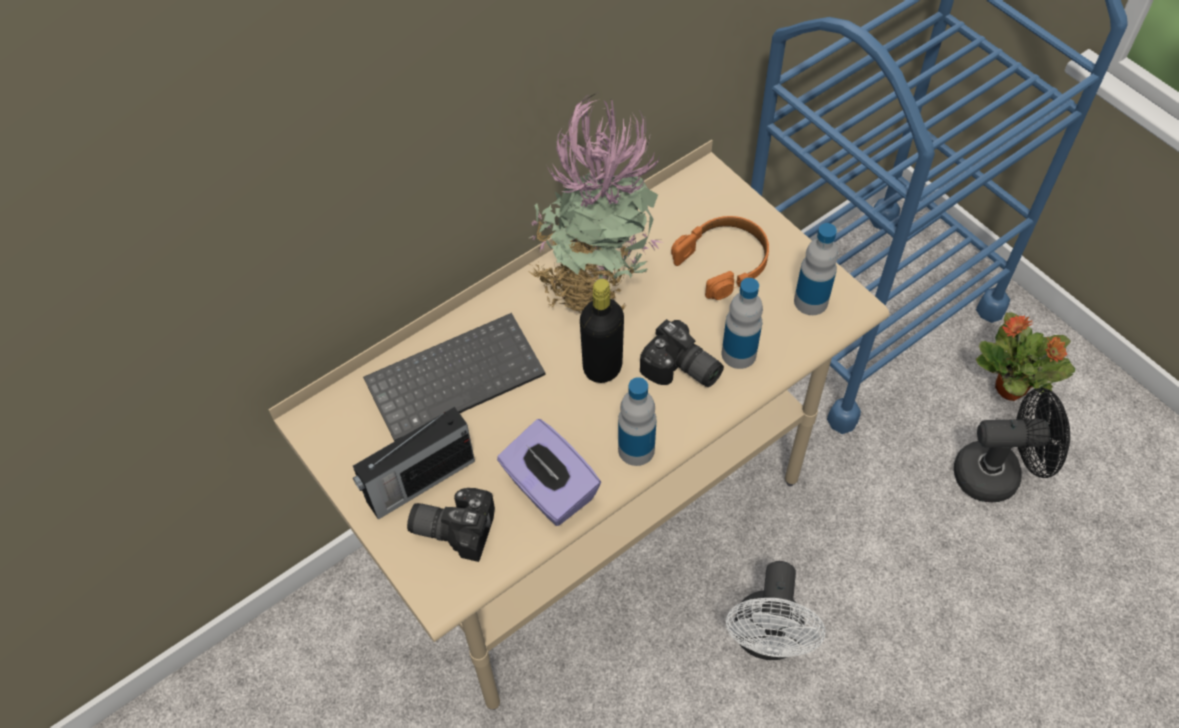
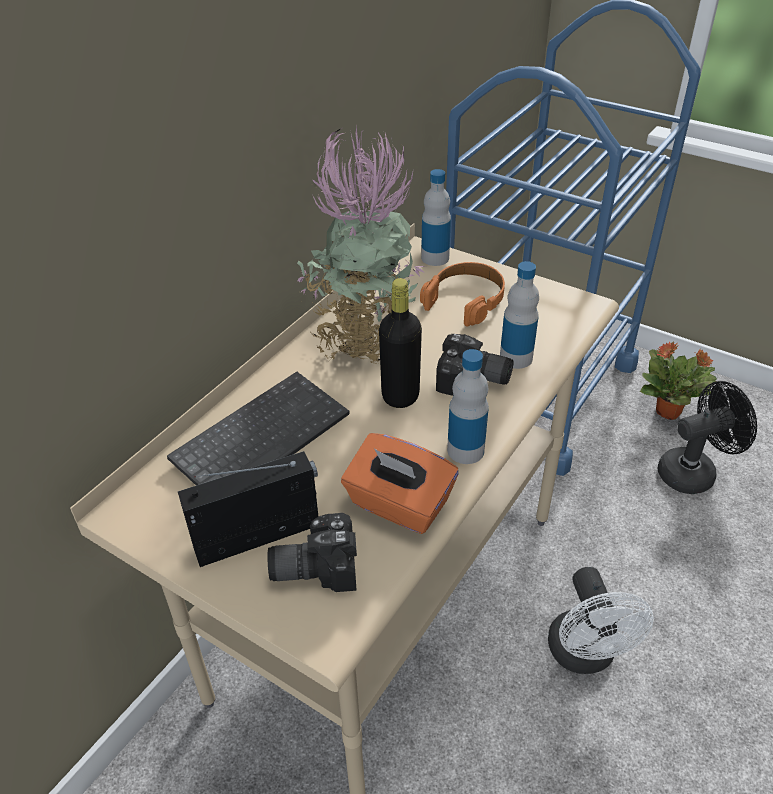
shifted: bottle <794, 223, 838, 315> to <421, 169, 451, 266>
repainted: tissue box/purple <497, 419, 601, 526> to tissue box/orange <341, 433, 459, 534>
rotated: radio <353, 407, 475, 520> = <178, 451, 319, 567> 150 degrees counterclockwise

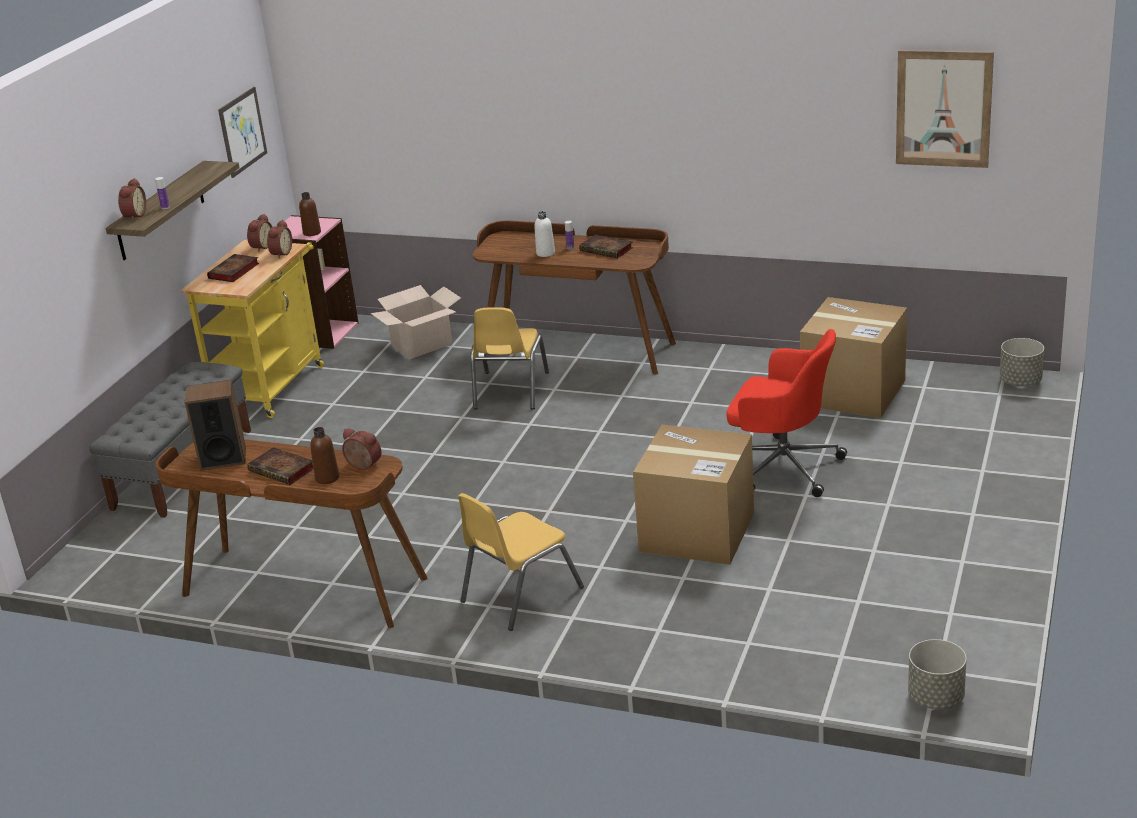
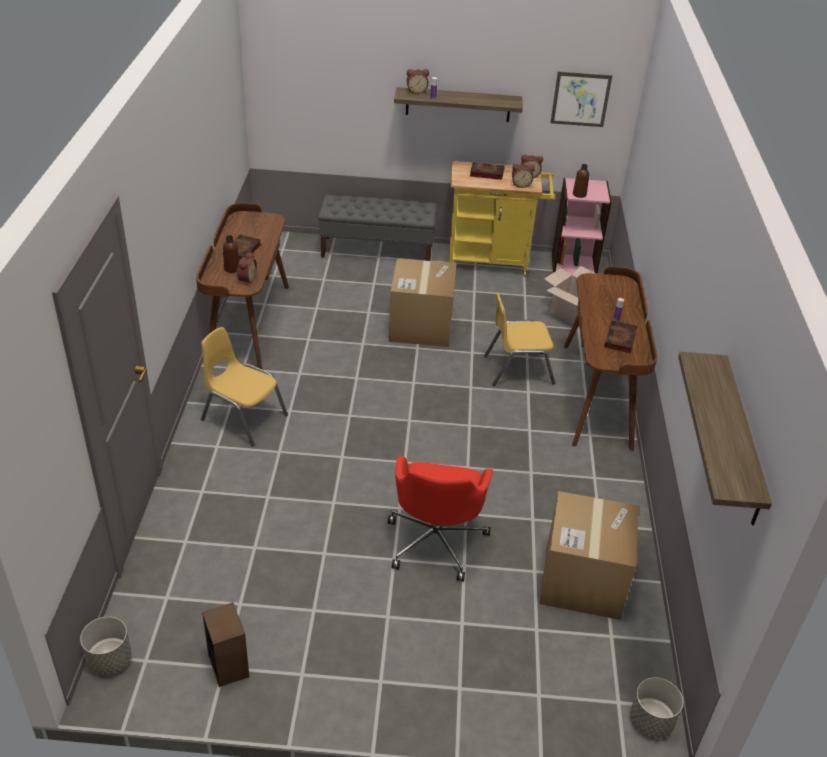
gone: bottle/white <535, 211, 555, 257>
shifted: speaker <185, 380, 246, 471> to <202, 602, 249, 687>; cardboard box <633, 425, 754, 565> to <389, 258, 457, 347>
swapped: picture <896, 50, 994, 168> to shelf <678, 352, 772, 526>

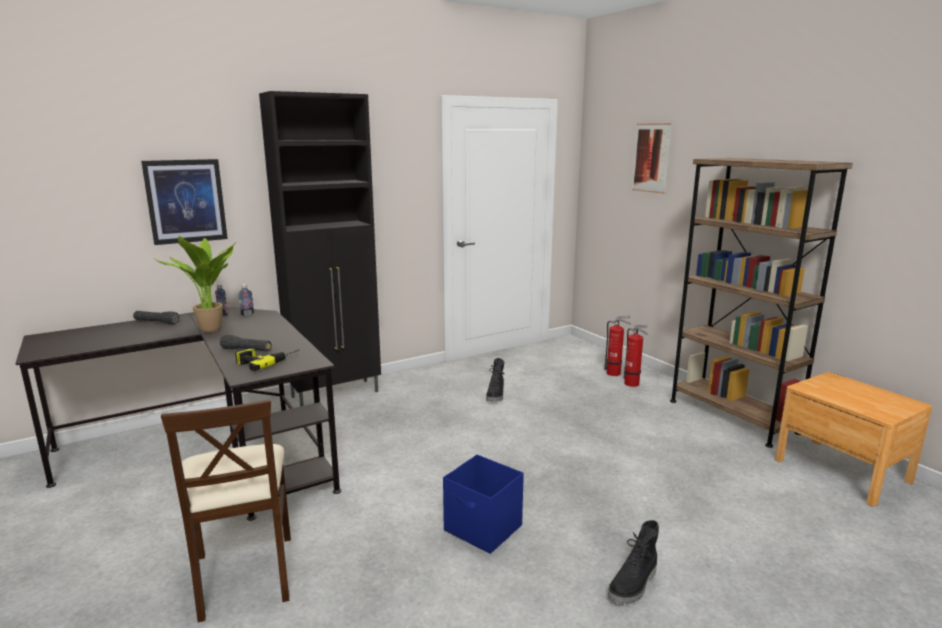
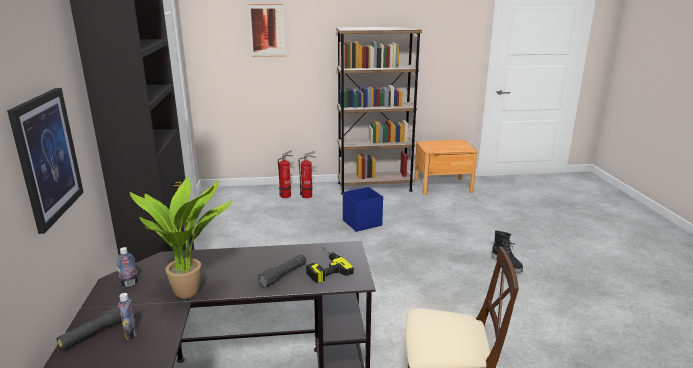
gone: boot/black <486, 358, 505, 402>
shifted: bottle <239, 284, 254, 316> to <118, 293, 137, 340>; storage box/blue <443, 454, 524, 554> to <343, 187, 383, 232>

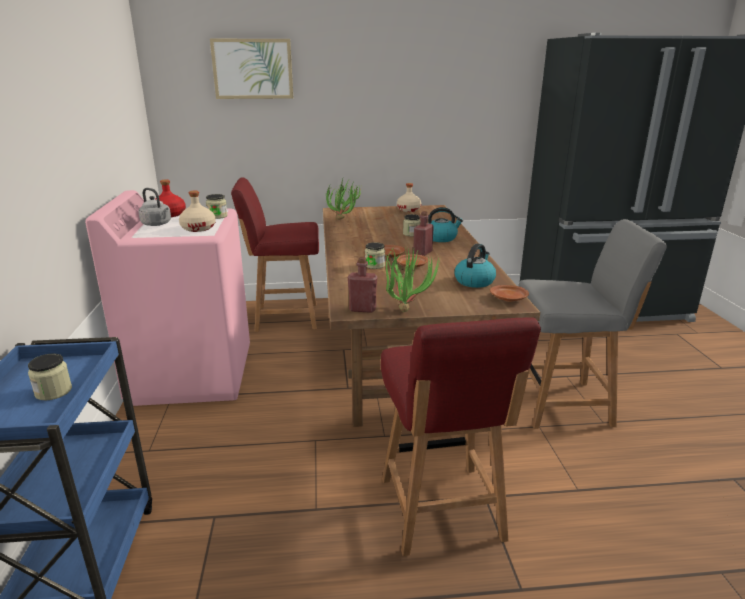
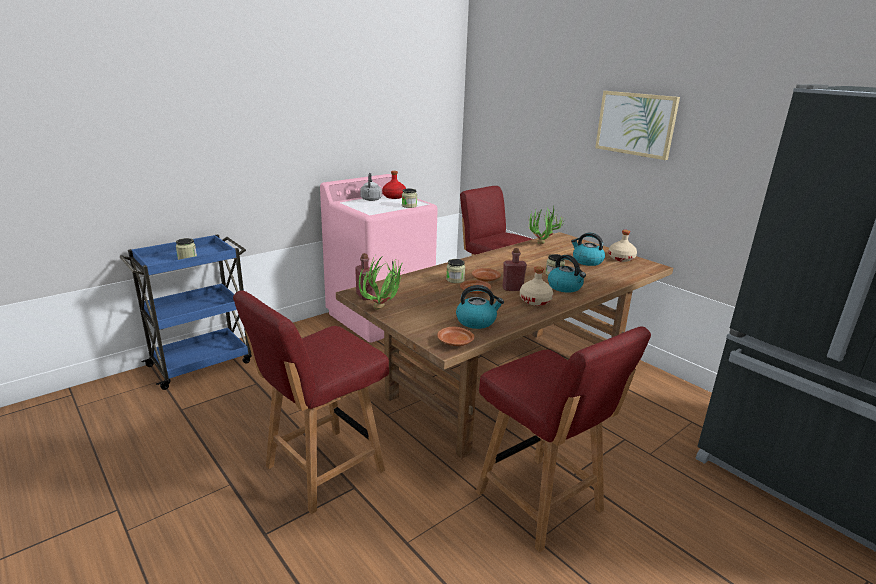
new: kettle <571, 233, 605, 266>
shifted: bottle/beige <179, 190, 216, 232> to <520, 266, 553, 306>; picture <210, 39, 293, 99> to <595, 91, 680, 160>
repainted: chair/grey <518, 219, 667, 429> to chair/red <476, 326, 651, 553>

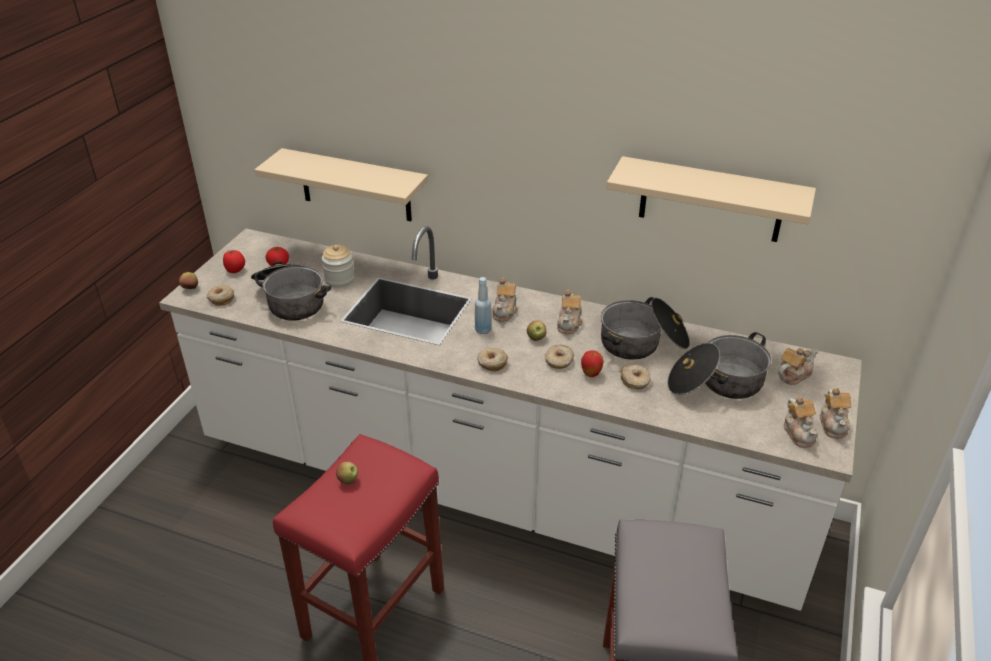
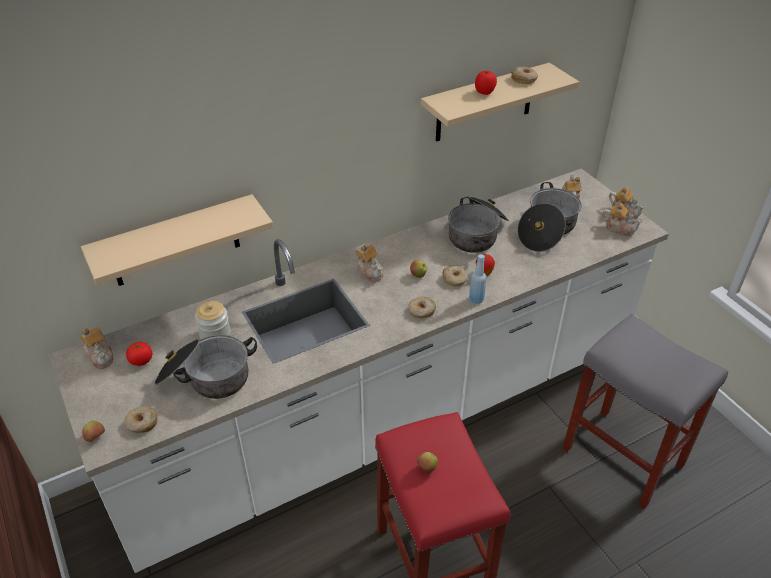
shifted: teapot <557, 290, 582, 334> to <80, 327, 114, 369>; bottle/blue <475, 277, 491, 334> to <469, 254, 486, 304>; tomato <223, 250, 245, 273> to <475, 71, 497, 95>; donut <621, 364, 651, 389> to <511, 67, 538, 84>

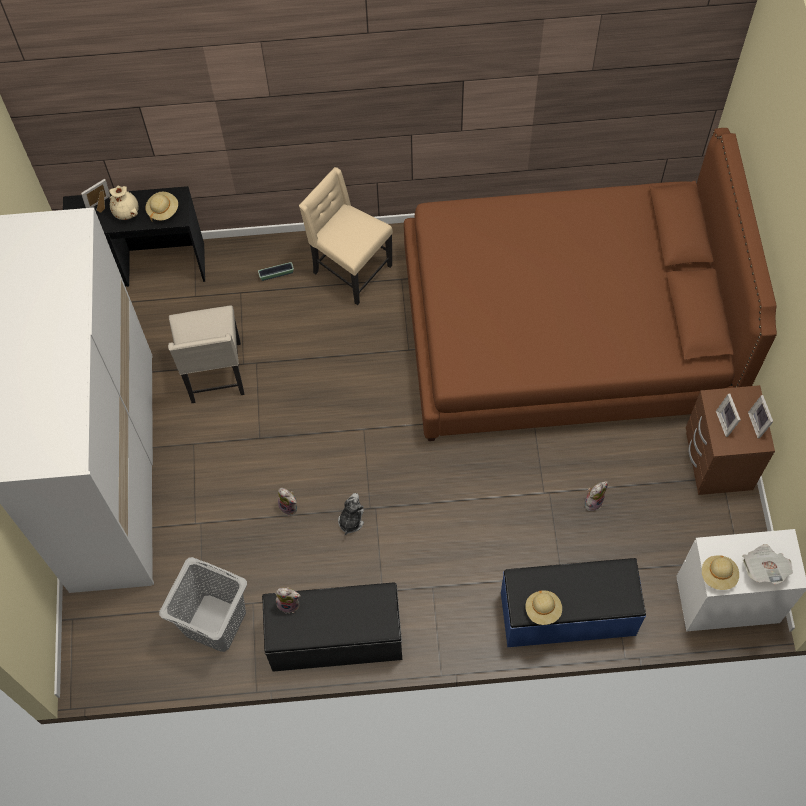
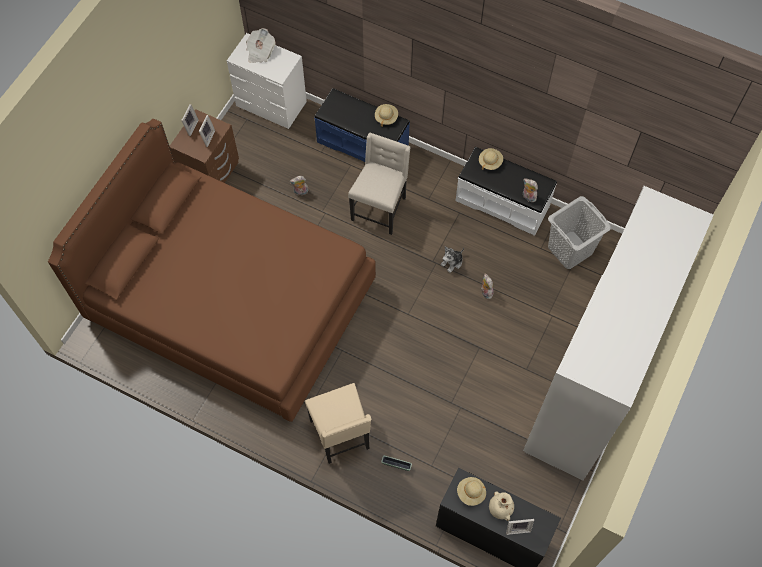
shifted: chair/beige <168, 305, 244, 403> to <348, 133, 411, 235>; hat/beige <702, 556, 739, 590> to <479, 148, 503, 170>
repainted: bench/black <262, 583, 402, 672> to bench/white <456, 147, 557, 236>

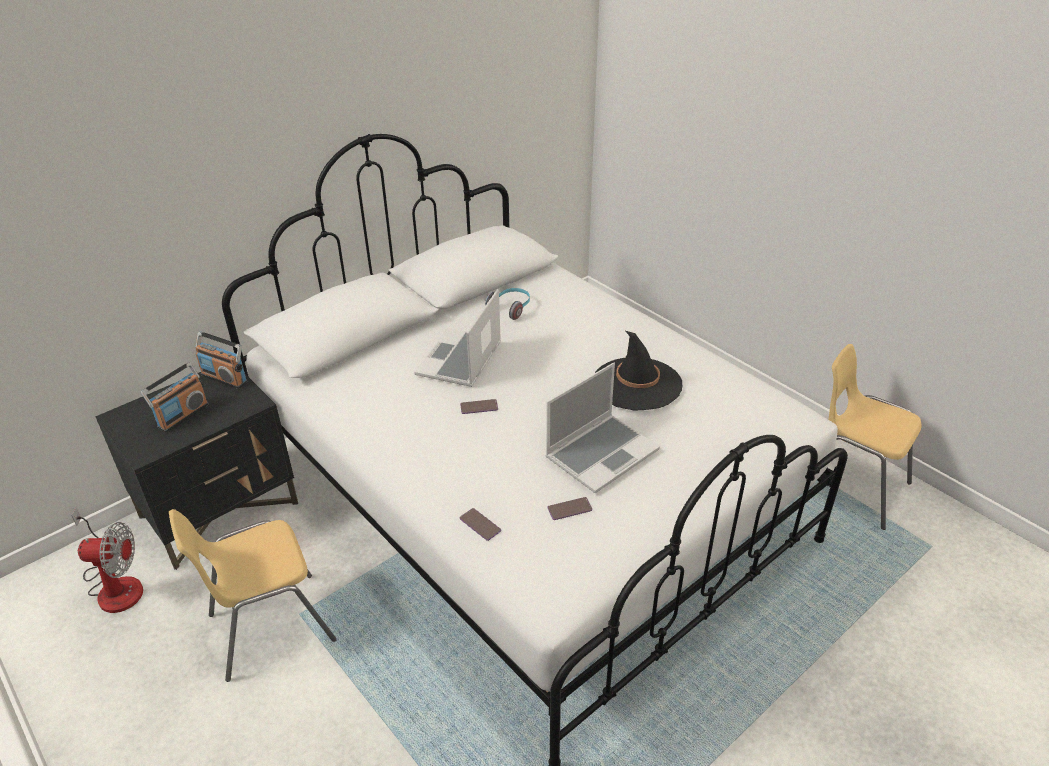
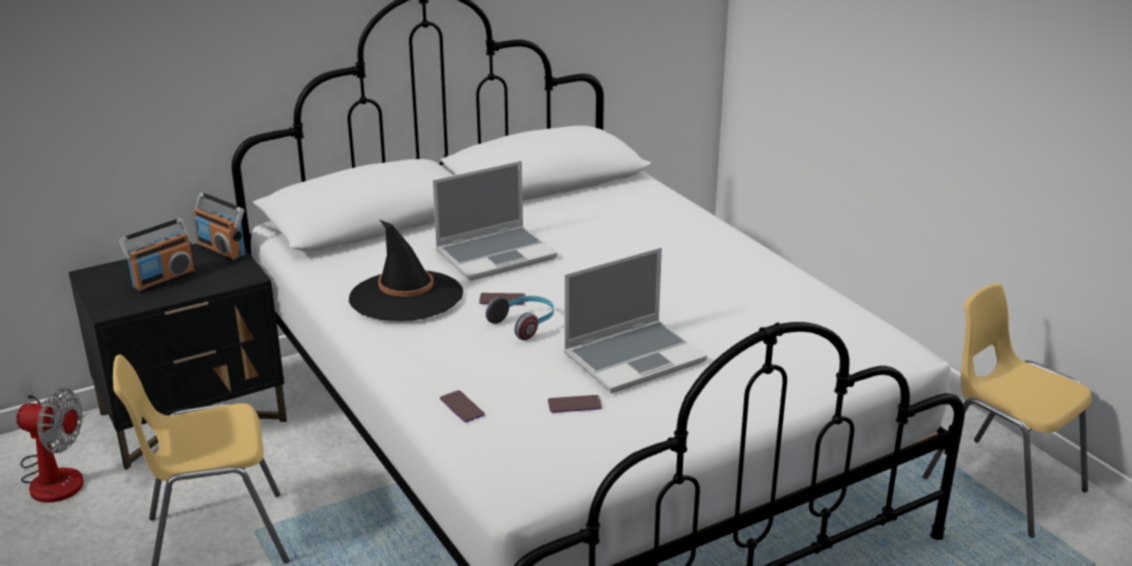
shifted: hat/black <594, 331, 682, 411> to <349, 220, 463, 321>; headphones <485, 288, 530, 320> to <486, 296, 554, 340>
rotated: laptop <414, 289, 501, 387> = <433, 161, 557, 281> 150 degrees counterclockwise

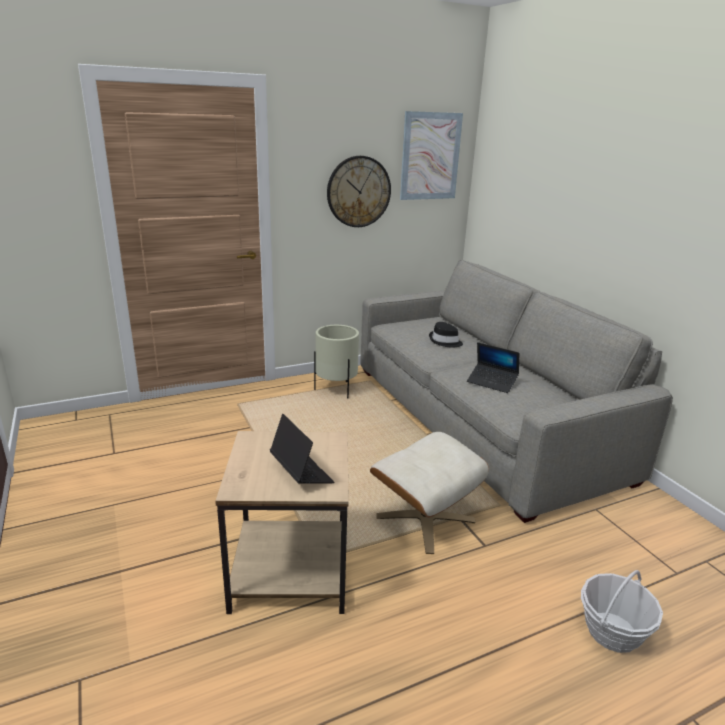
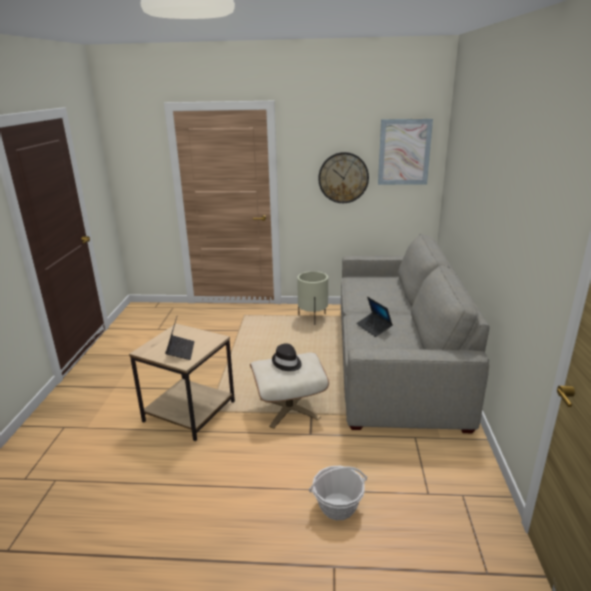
shifted: hat/black <429, 322, 463, 348> to <272, 343, 302, 371>

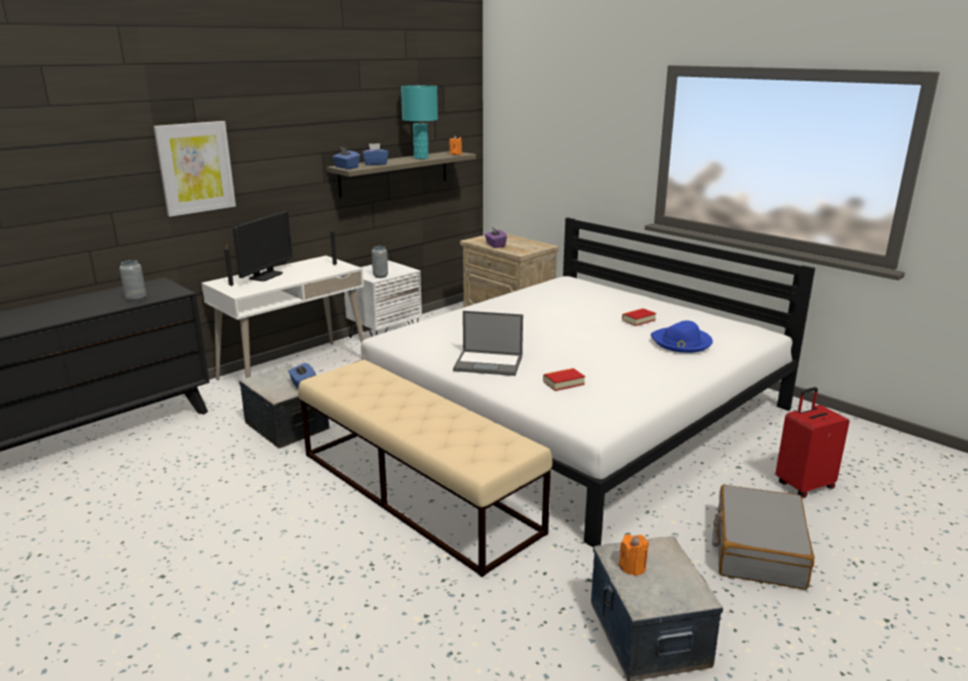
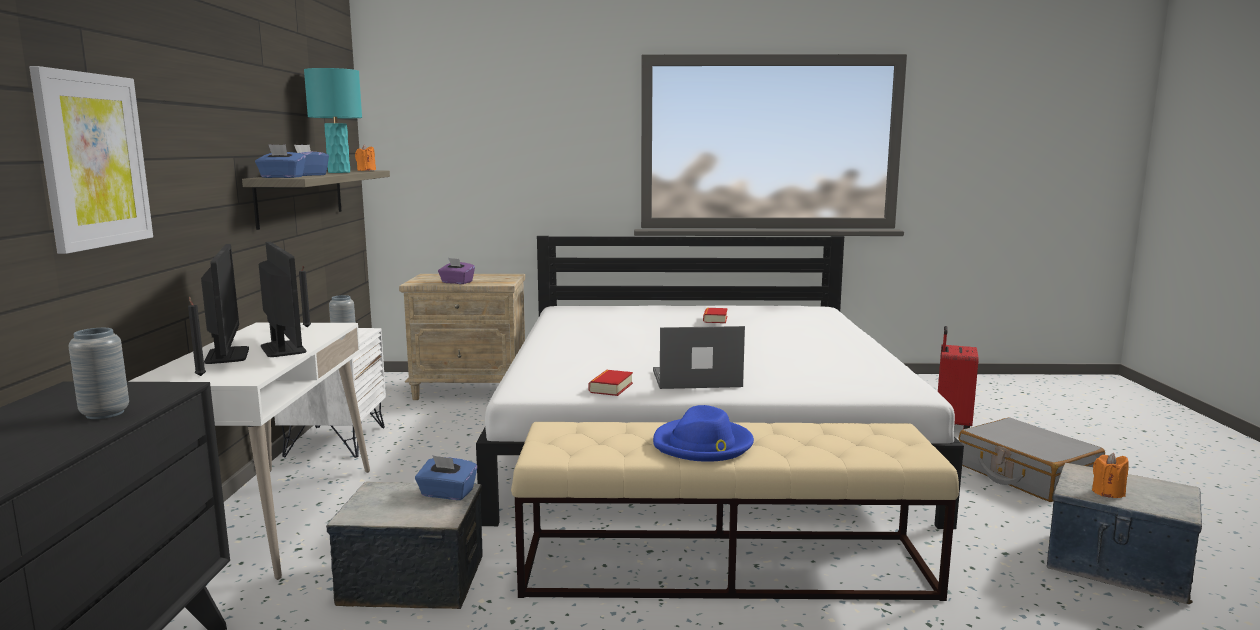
new: monitor <259, 242, 306, 357>
shifted: book <543, 368, 585, 391> to <588, 370, 633, 396>; hat/blue <651, 321, 713, 353> to <653, 405, 754, 462>
rotated: laptop <453, 311, 523, 376> = <653, 326, 745, 389> 150 degrees counterclockwise

